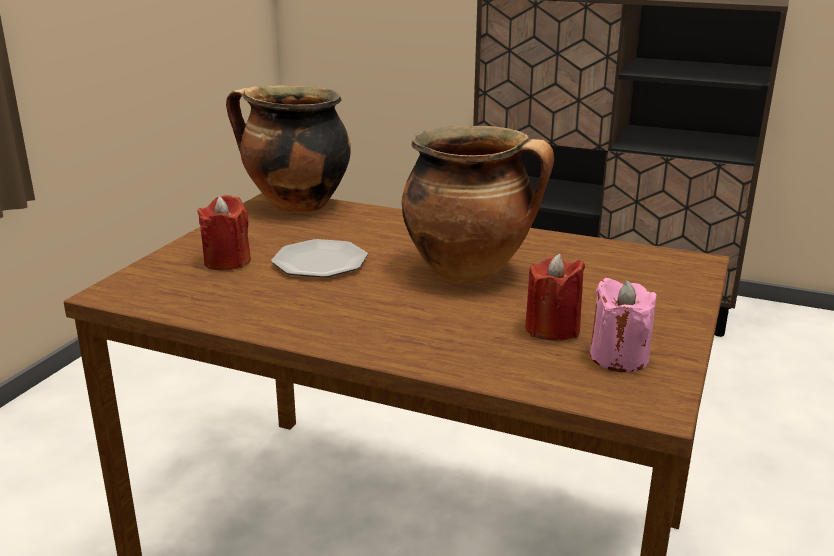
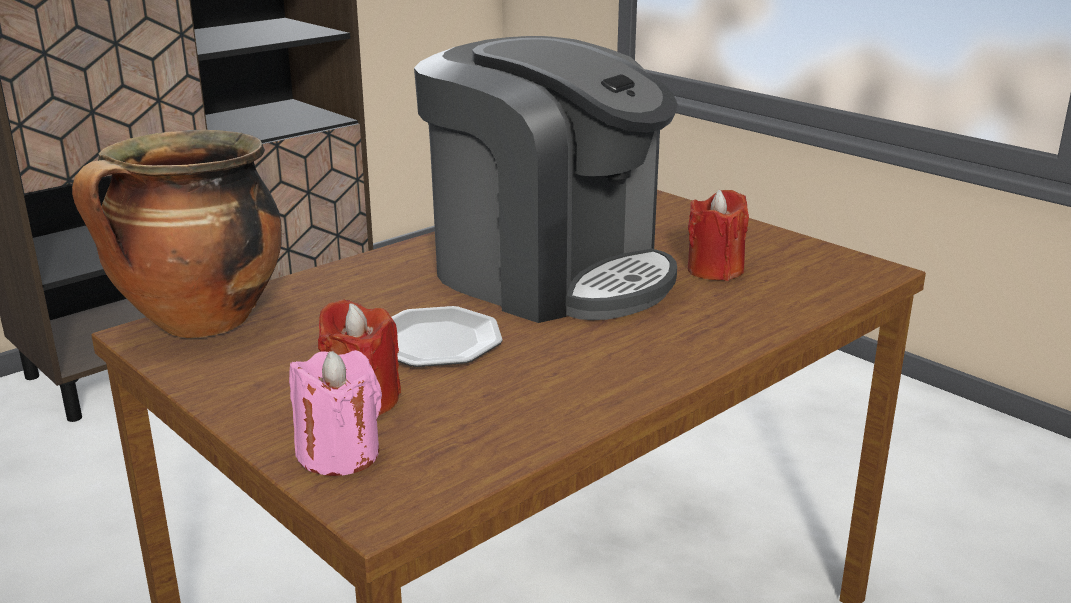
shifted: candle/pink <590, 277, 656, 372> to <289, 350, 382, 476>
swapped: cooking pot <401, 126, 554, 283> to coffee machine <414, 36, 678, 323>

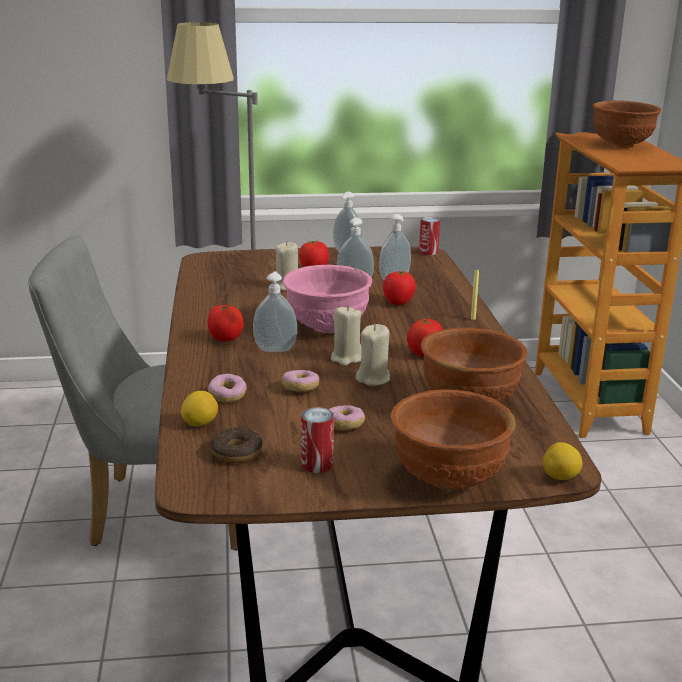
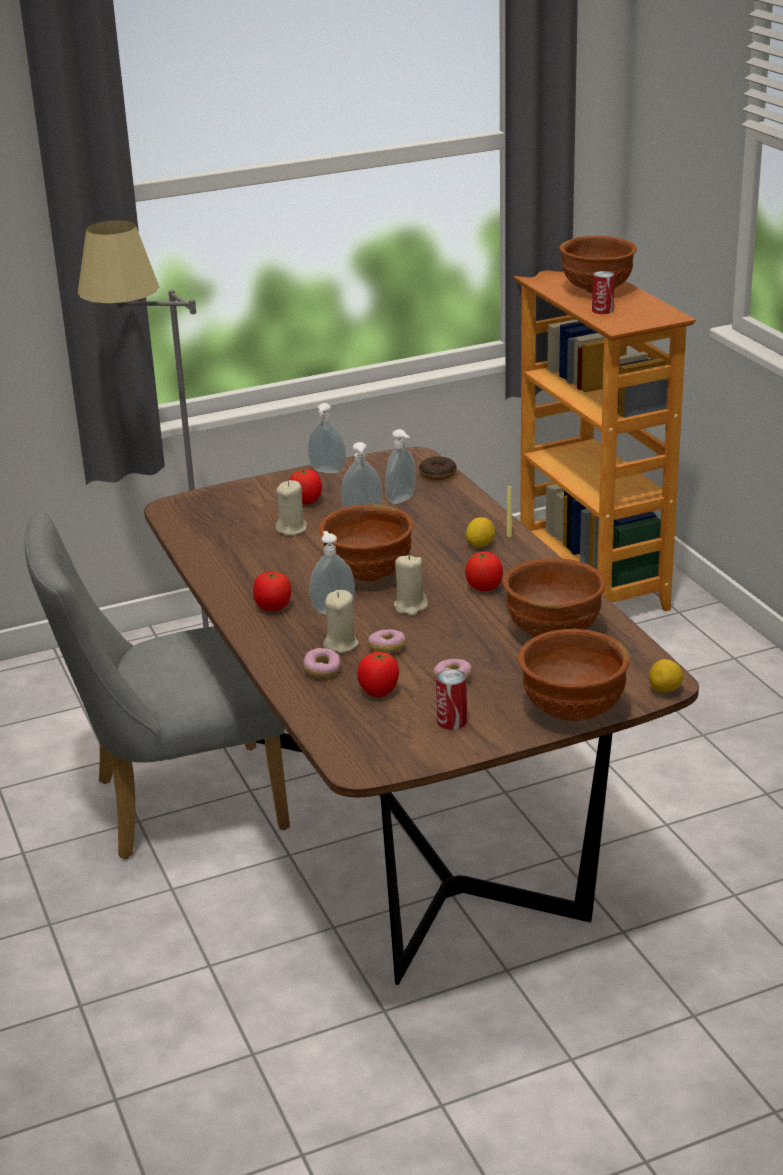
shifted: candle/beige <355, 324, 390, 386> to <323, 590, 359, 653>; tomato <383, 271, 416, 305> to <357, 652, 399, 697>; donut <211, 428, 263, 463> to <419, 456, 456, 480>; lemon <181, 391, 218, 426> to <466, 517, 495, 548>; can <419, 217, 440, 255> to <592, 271, 615, 314>
repainted: bowl/pink <283, 265, 372, 333> to bowl/brown <319, 504, 414, 582>

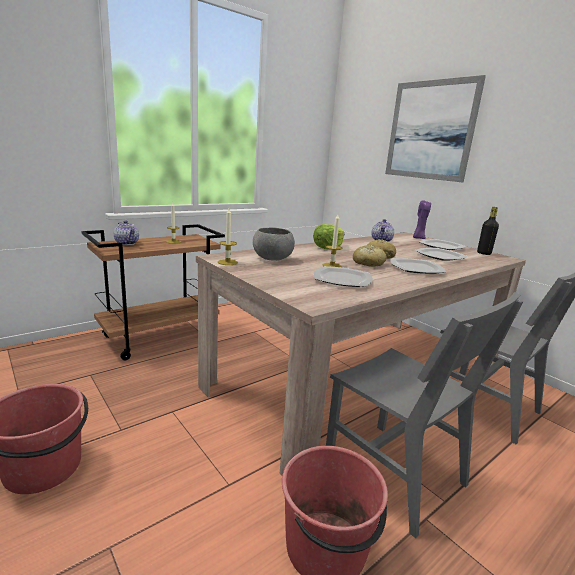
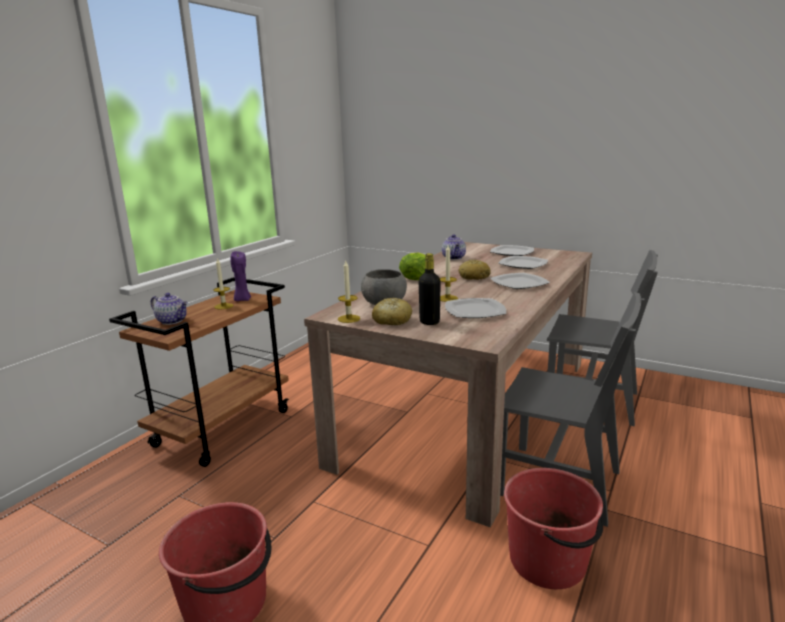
gone: picture <385, 75, 486, 182>
shifted: candle/purple <413, 200, 431, 239> to <230, 251, 251, 301>; bread <353, 245, 387, 267> to <372, 298, 412, 325>; bottle/black <477, 207, 499, 255> to <419, 253, 441, 325>

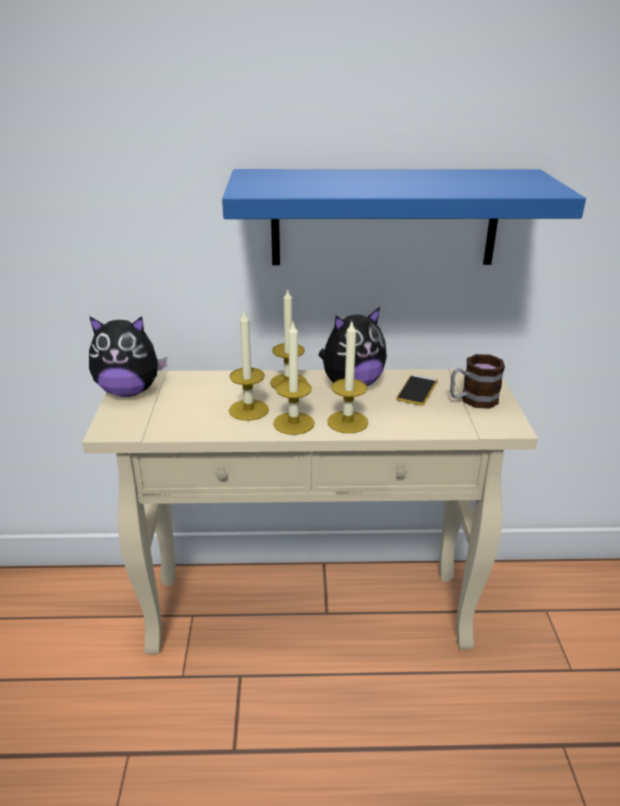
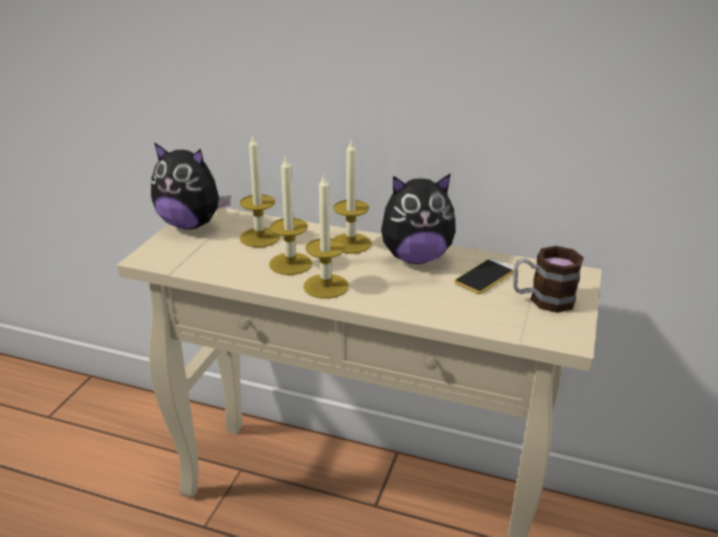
gone: shelf/blue <222, 169, 586, 265>
shifted: candle <327, 322, 368, 433> to <240, 134, 280, 247>

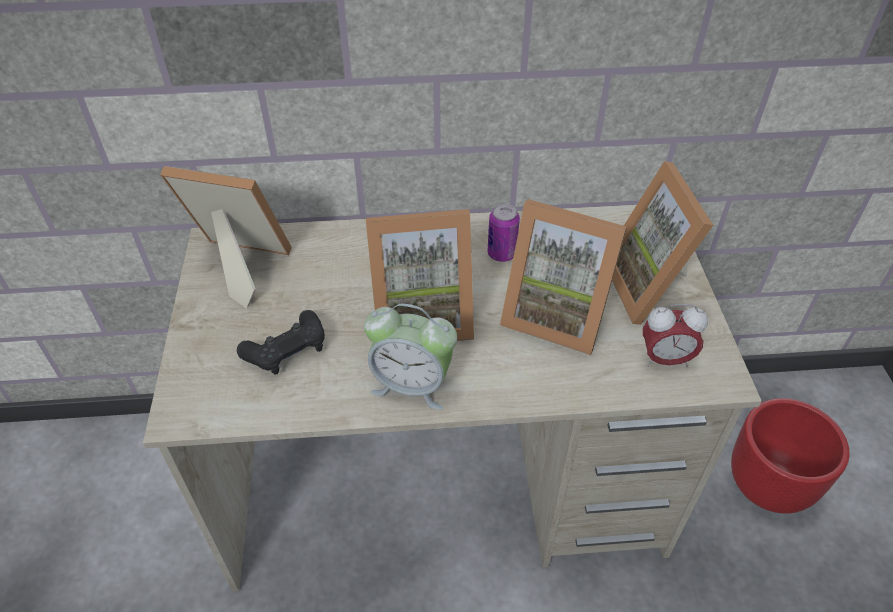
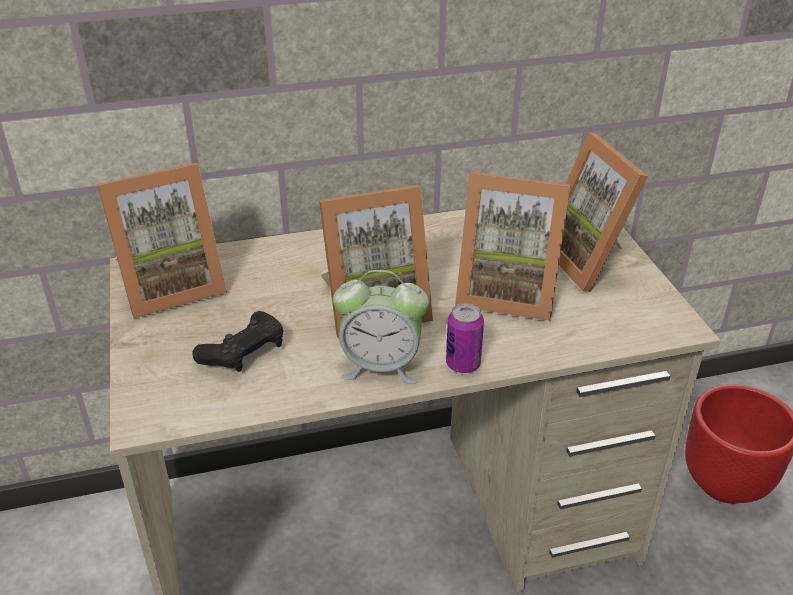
gone: alarm clock <643, 304, 708, 367>
shifted: can <488, 204, 520, 262> to <446, 303, 484, 373>
rotated: picture frame <160, 166, 292, 308> = <97, 163, 227, 318> 150 degrees clockwise

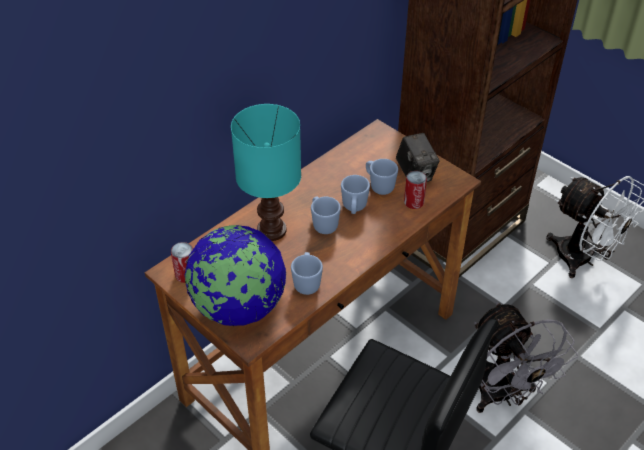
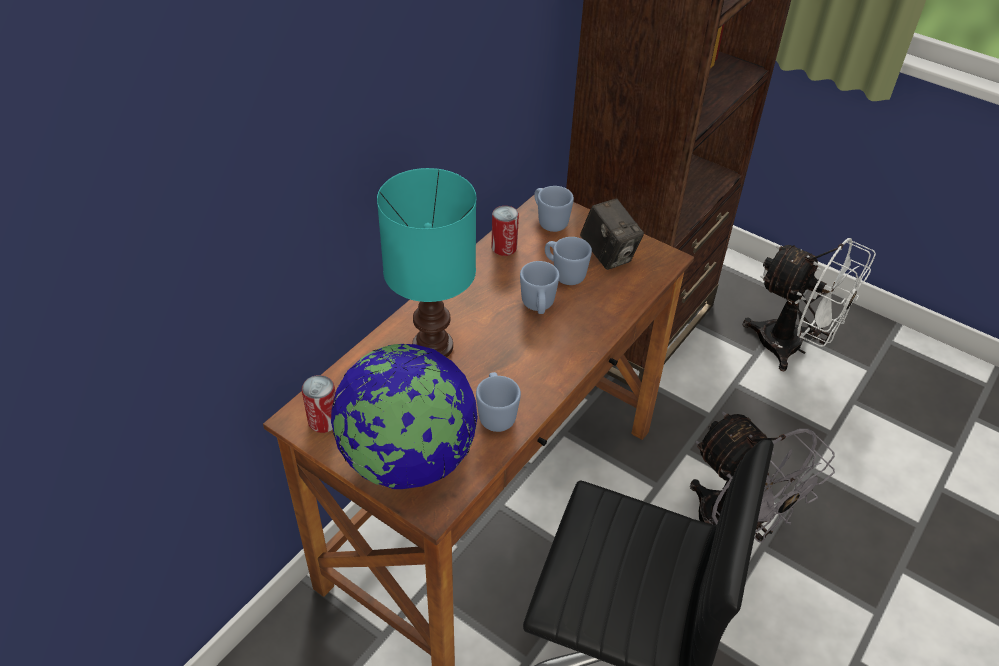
shifted: can <404, 171, 427, 209> to <492, 206, 519, 256>; mug/blue <311, 197, 341, 234> to <534, 186, 574, 232>

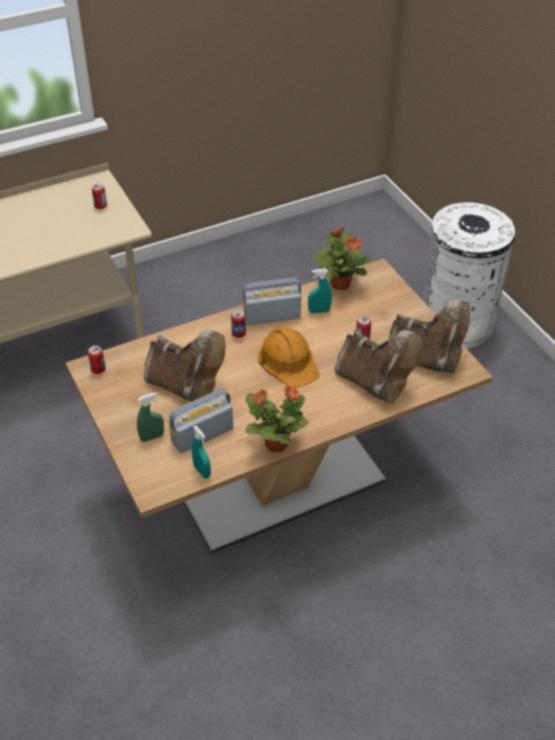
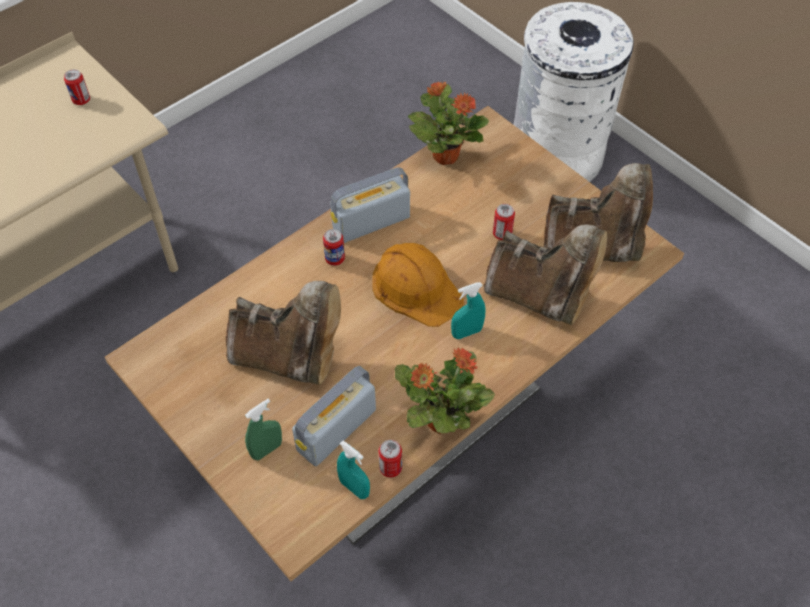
shifted: can <88, 346, 106, 374> to <379, 440, 402, 478>; spray bottle/turquoise <308, 269, 332, 313> to <451, 282, 486, 339>

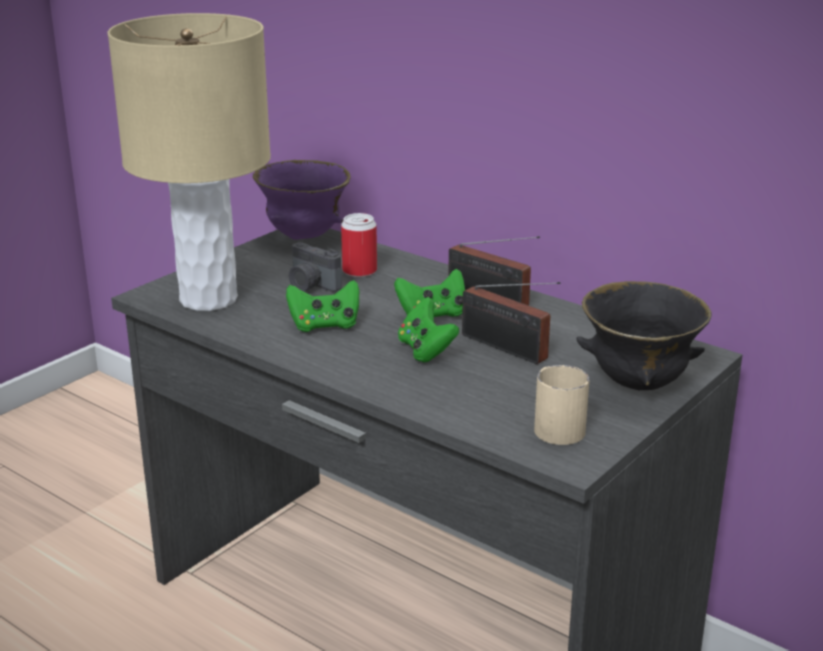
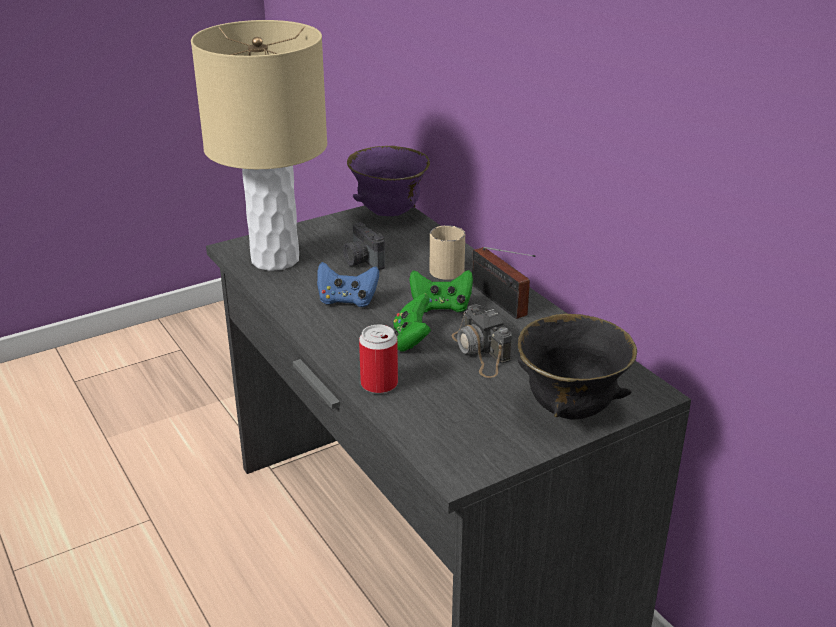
shifted: can <341, 213, 377, 277> to <359, 325, 398, 394>; mug/beige <534, 365, 590, 445> to <430, 225, 465, 280>
swapped: radio <462, 282, 560, 364> to photo camera <451, 304, 512, 378>
repainted: game controller/green <286, 280, 359, 332> to game controller/blue <317, 262, 379, 307>

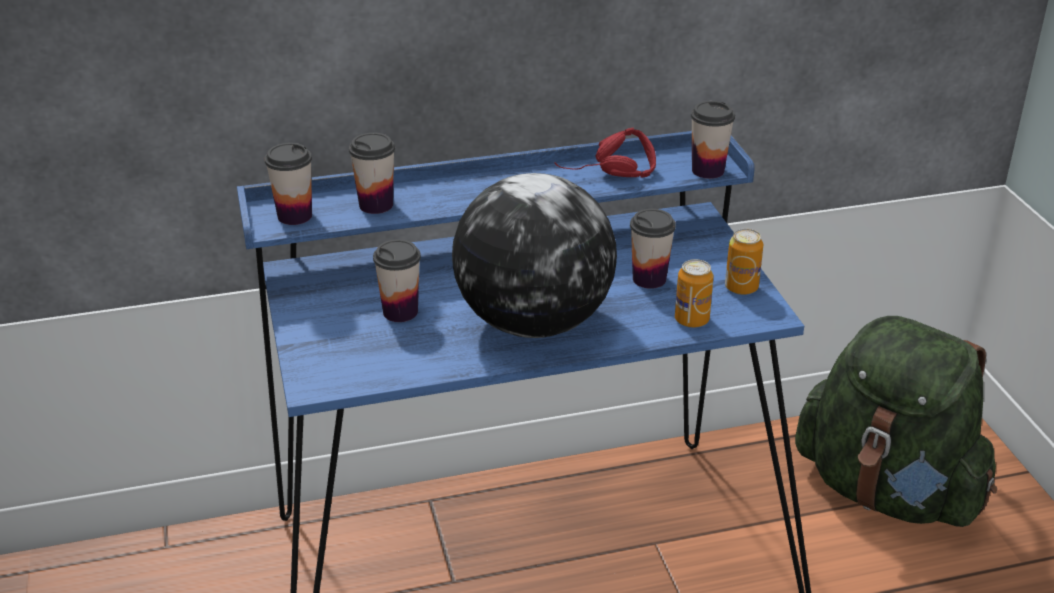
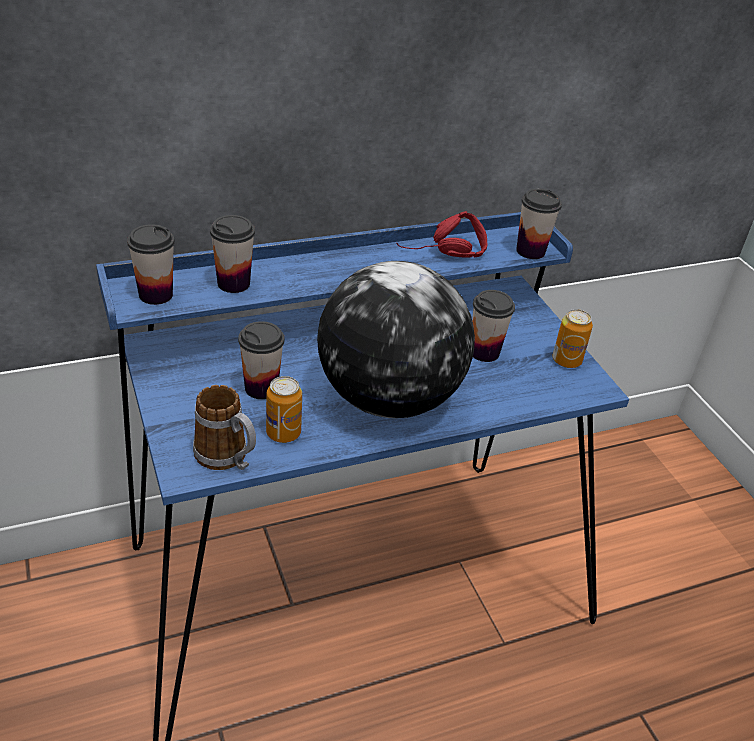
gone: backpack/green <795, 316, 997, 527>
new: mug <193, 385, 256, 470>
shifted: can <675, 259, 713, 328> to <266, 376, 302, 443>

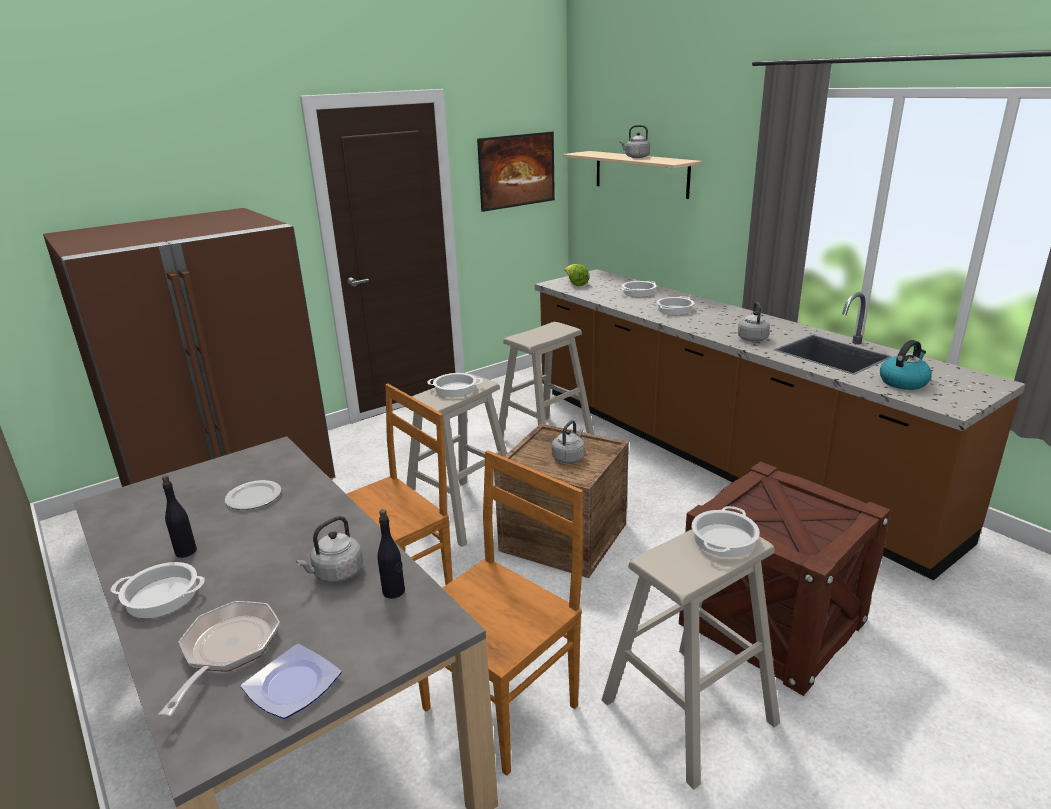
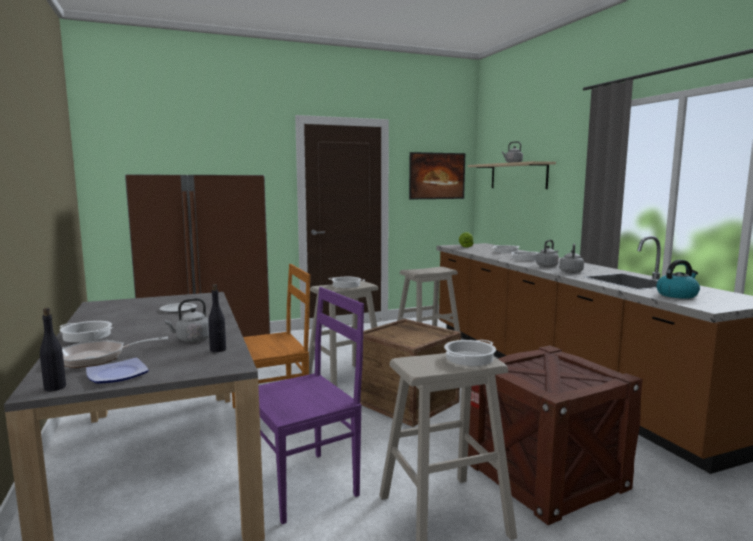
shifted: bottle/black <162, 475, 197, 558> to <40, 308, 66, 391>; kettle/grey <552, 420, 585, 463> to <536, 240, 559, 267>
repainted: chair/brown <418, 450, 583, 776> to chair/purple <258, 287, 364, 524>
rotated: frying pan <158, 601, 280, 717> = <62, 337, 168, 368> 135 degrees counterclockwise

